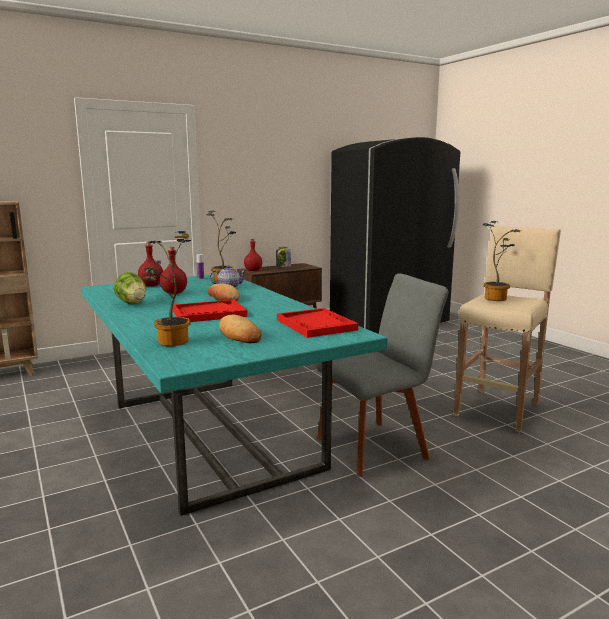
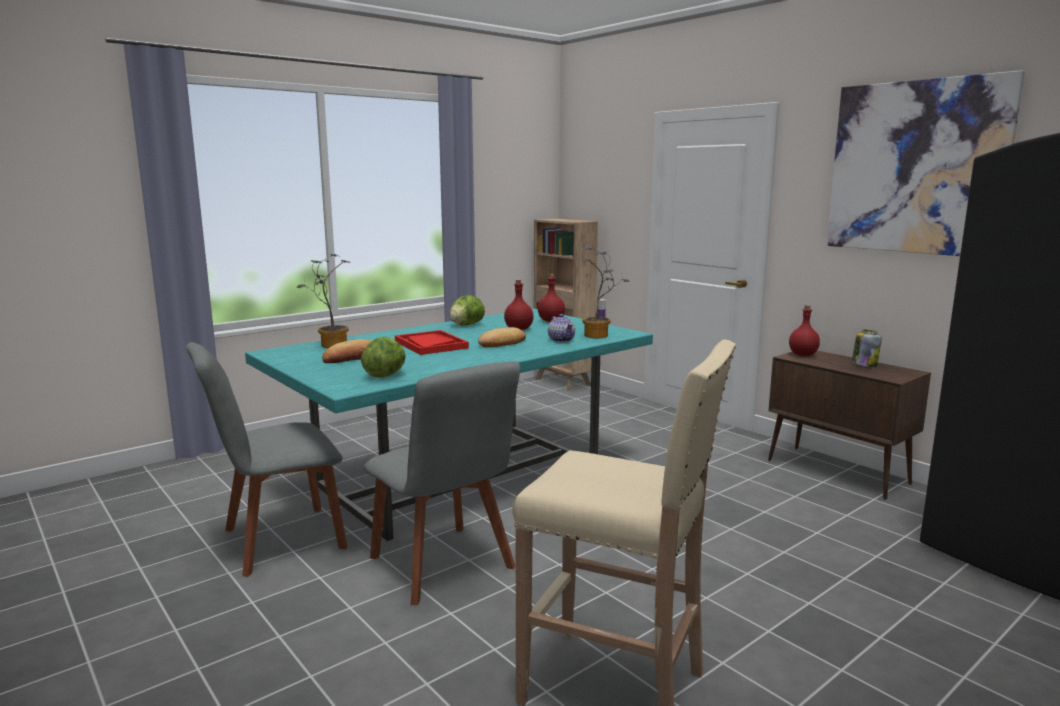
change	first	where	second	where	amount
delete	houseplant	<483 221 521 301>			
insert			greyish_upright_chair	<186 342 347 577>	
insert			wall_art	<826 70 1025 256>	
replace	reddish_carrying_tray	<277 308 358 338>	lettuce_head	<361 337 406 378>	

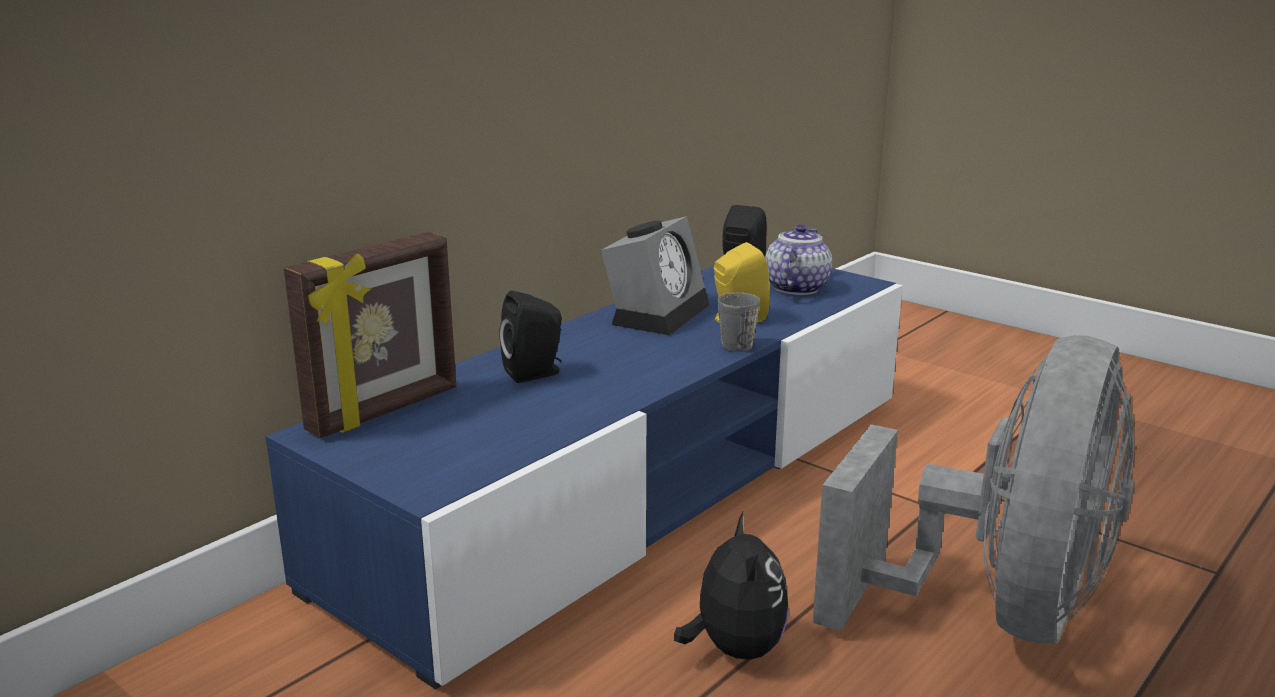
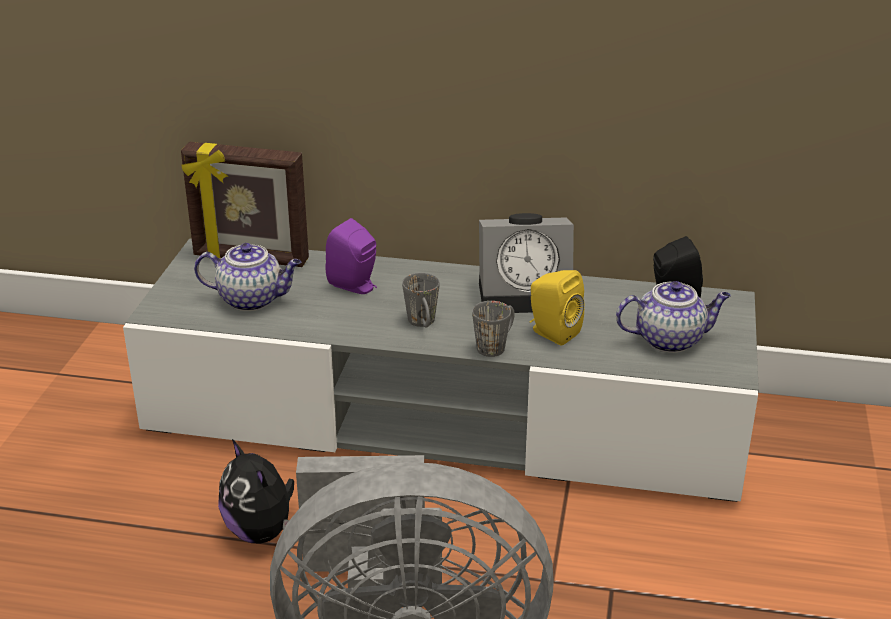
change	first	where	second	where	amount
insert			teapot	<194 243 301 311>	
insert			greyish_coffee_mug	<402 273 440 328>	
recolor	bluish_tv_unit	<266 266 903 690>	greyish_tv_unit	<123 239 759 502>	
recolor	black_loudspeaker	<499 291 562 383>	purple_loudspeaker	<325 218 377 294>	
rotate	soft_toy	<674 512 789 660>		<218 439 294 544>	90 degrees clockwise

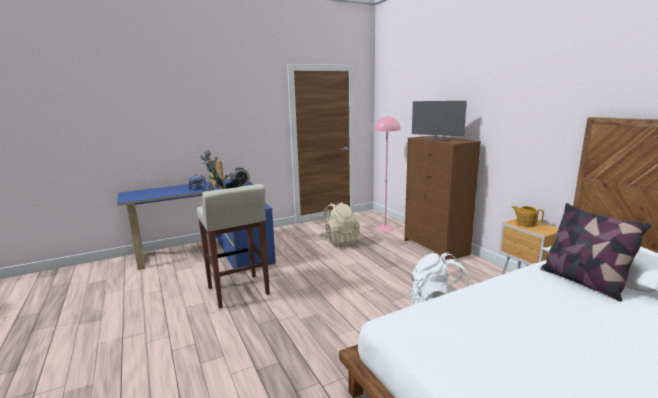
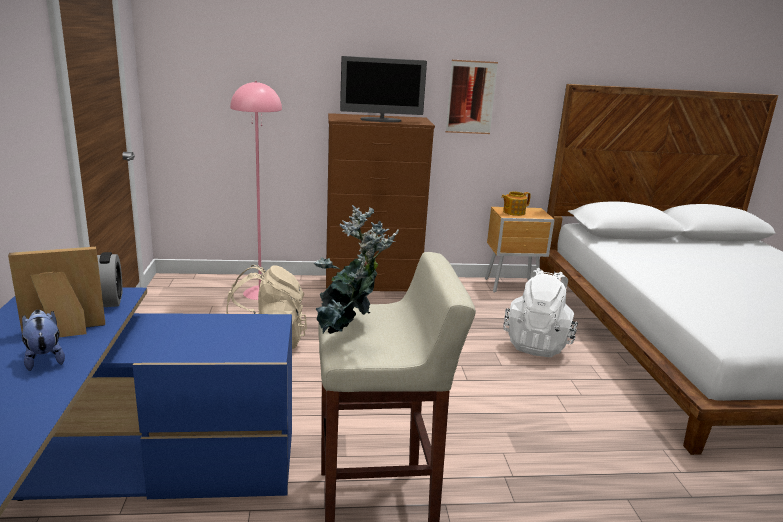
change	first	where	second	where	amount
delete	throw_pillow	<540 203 652 302>			
insert			wall_art	<446 60 498 134>	
rotate	computer_screen	<412 101 467 141>		<340 56 427 122>	150 degrees counterclockwise

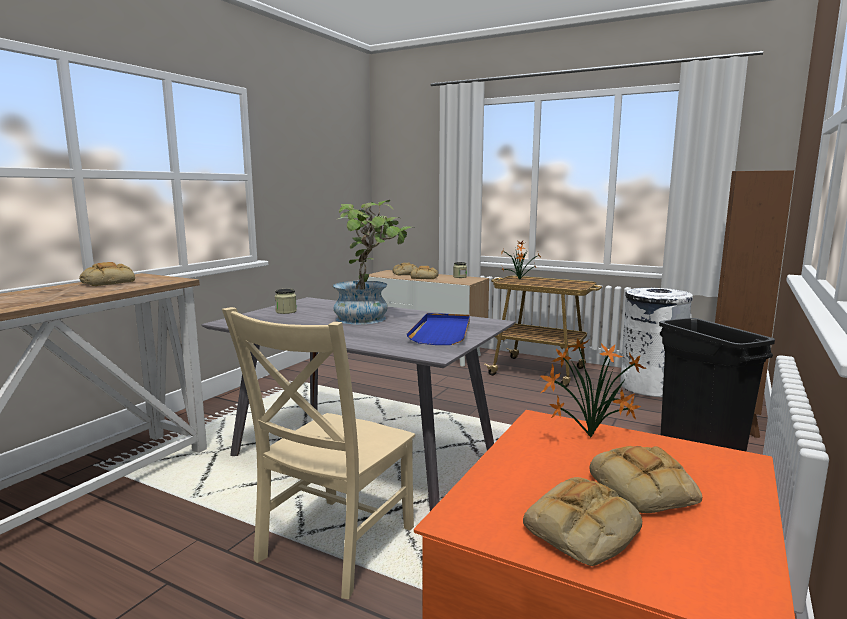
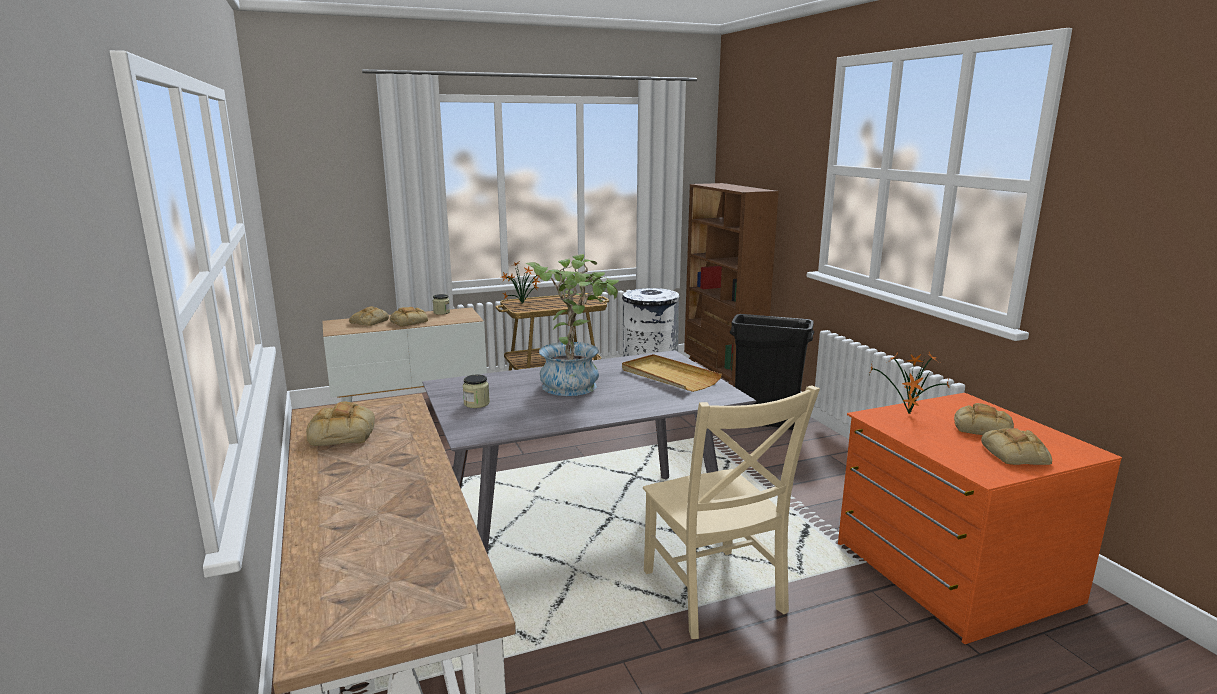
change	first	where	second	where	amount
recolor	bluish_carrying_tray	<407 313 470 345>	beige_carrying_tray	<622 354 722 392>	

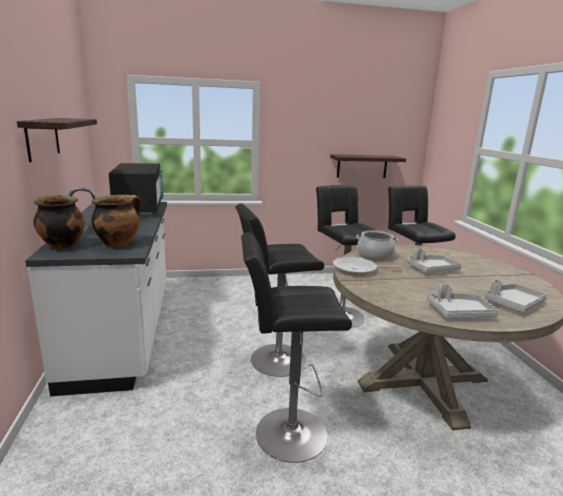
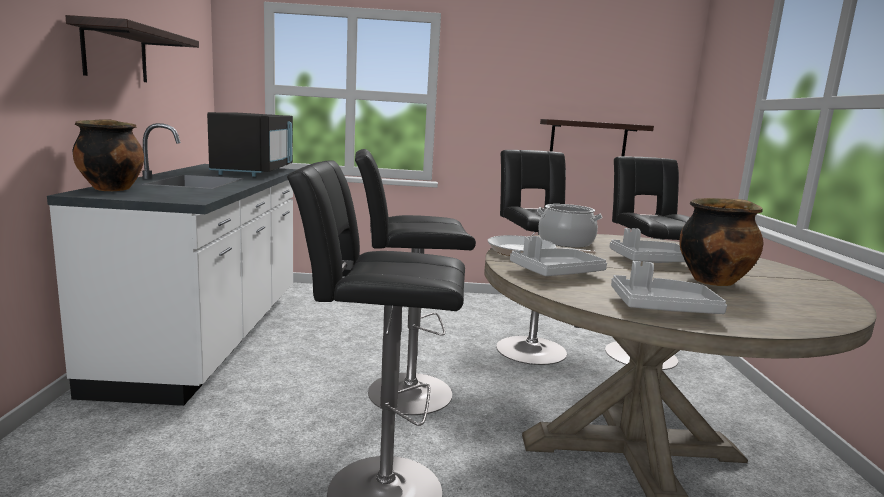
change	first	where	second	where	amount
move	cooking_pot	<91 195 142 247>		<679 198 763 286>	
move	greyish_carrying_tray	<484 279 547 313>		<510 236 607 276>	

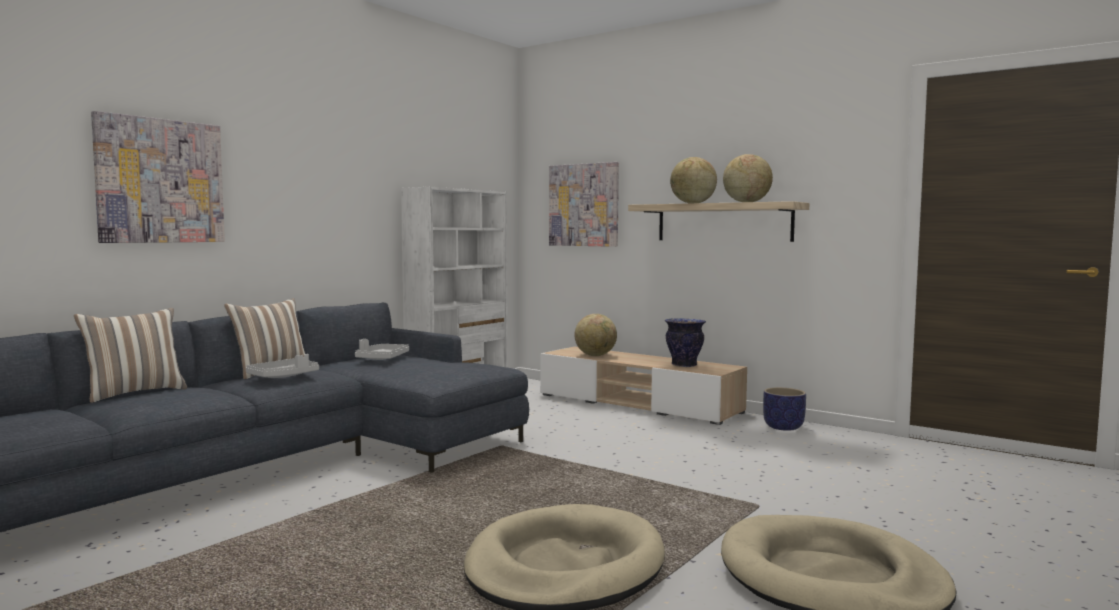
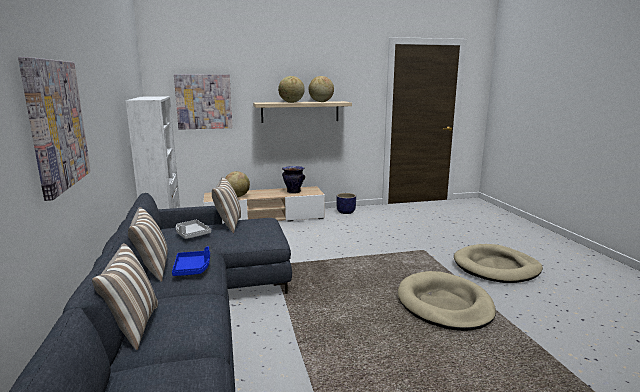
change	first	where	second	where	amount
insert			throw_pillow	<212 177 241 233>	
recolor	greyish_carrying_tray	<246 354 319 378>	bluish_carrying_tray	<172 247 210 276>	

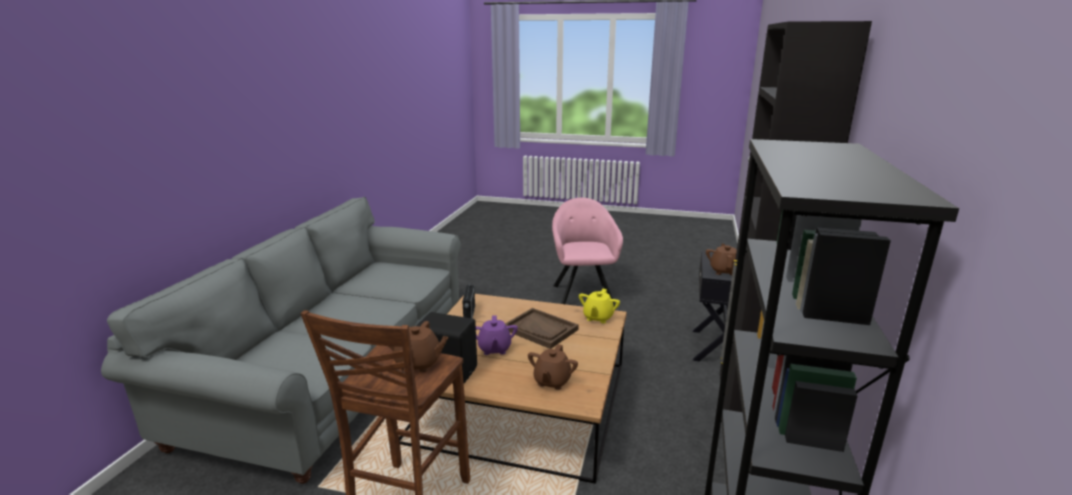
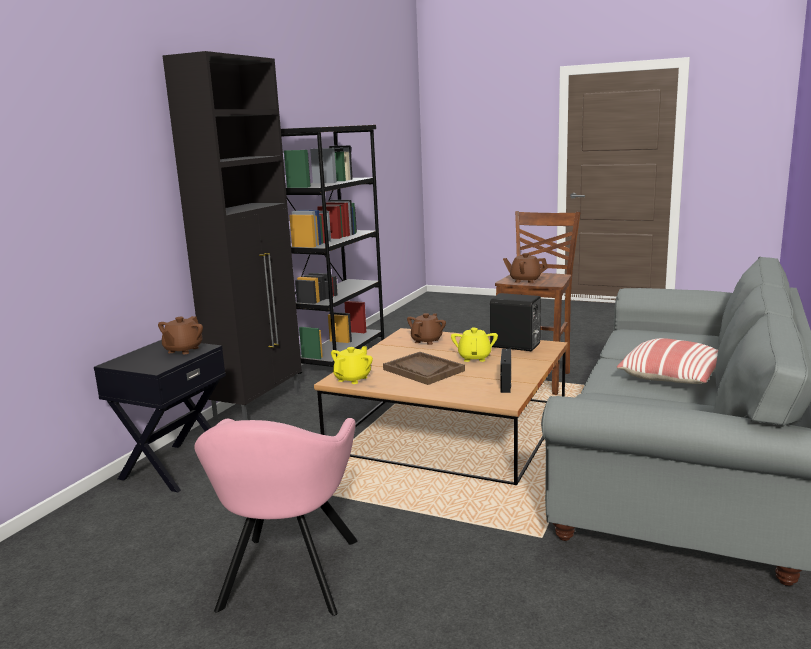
change	first	where	second	where	amount
insert			throw_pillow	<617 338 718 384>	
recolor	purple_teapot	<476 316 518 355>	yellow-coloured_teapot	<451 327 498 362>	

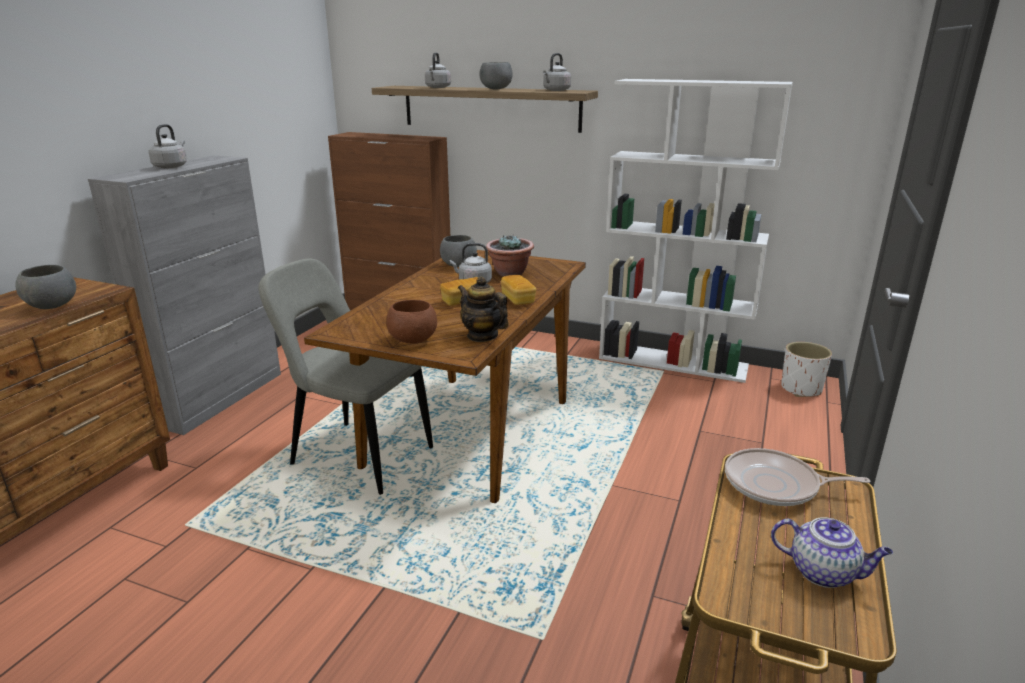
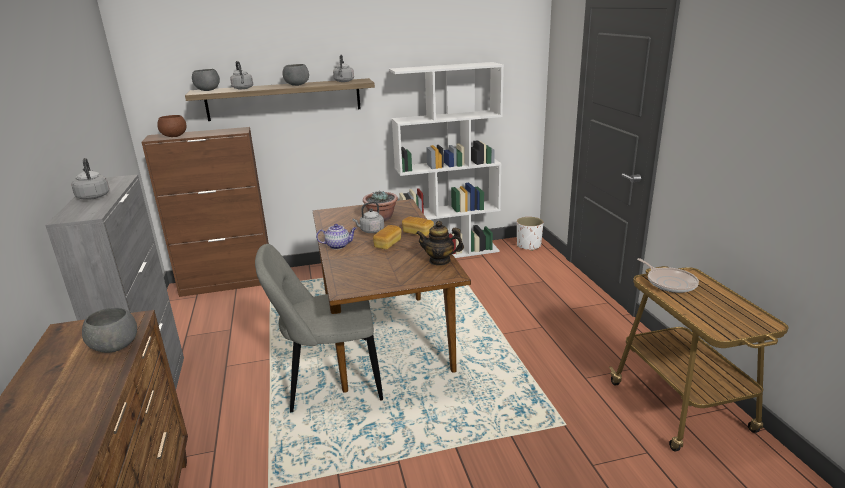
change	first	where	second	where	amount
move	brown_bowl	<386 300 437 344>		<157 115 187 137>	
move	greyish_bowl	<440 235 477 267>		<192 69 220 91>	
move	teapot	<771 517 893 588>		<316 224 357 249>	
rotate	frying_pan	<725 448 870 506>		<637 258 699 293>	90 degrees counterclockwise

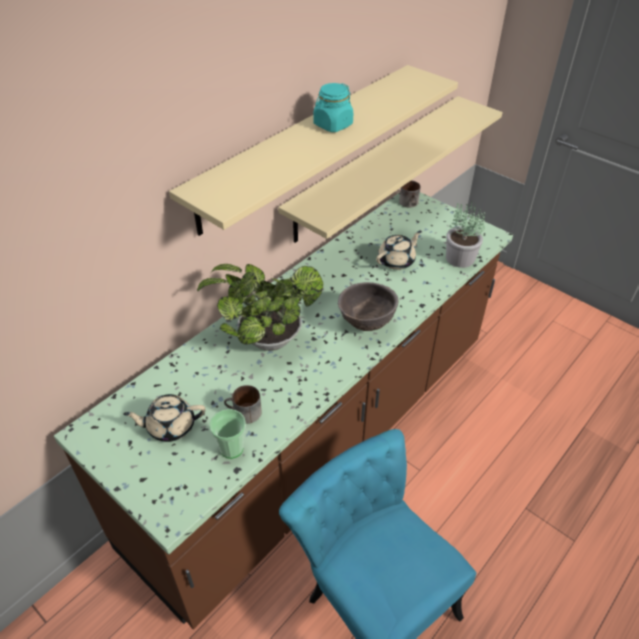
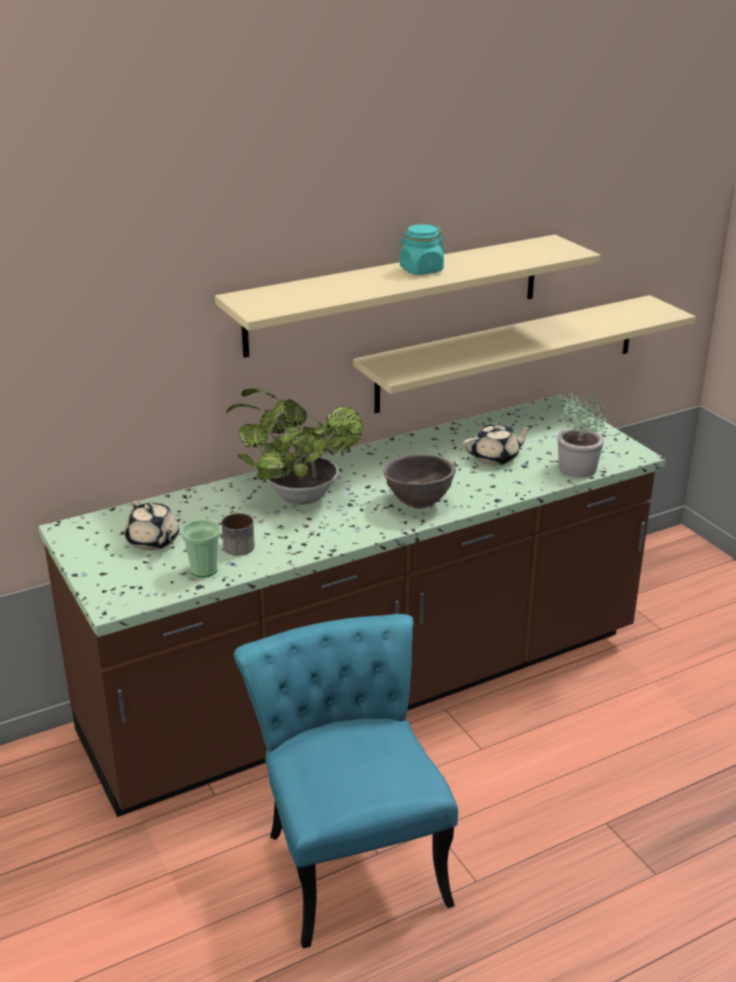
change	first	where	second	where	amount
delete	coffee_mug	<399 181 421 208>			
rotate	beige_teapot	<123 394 205 442>		<125 501 179 551>	135 degrees counterclockwise

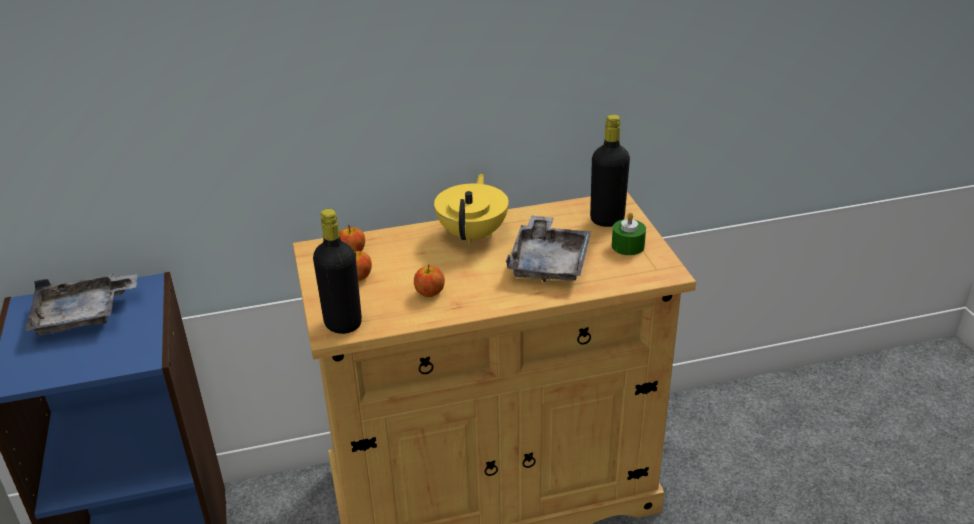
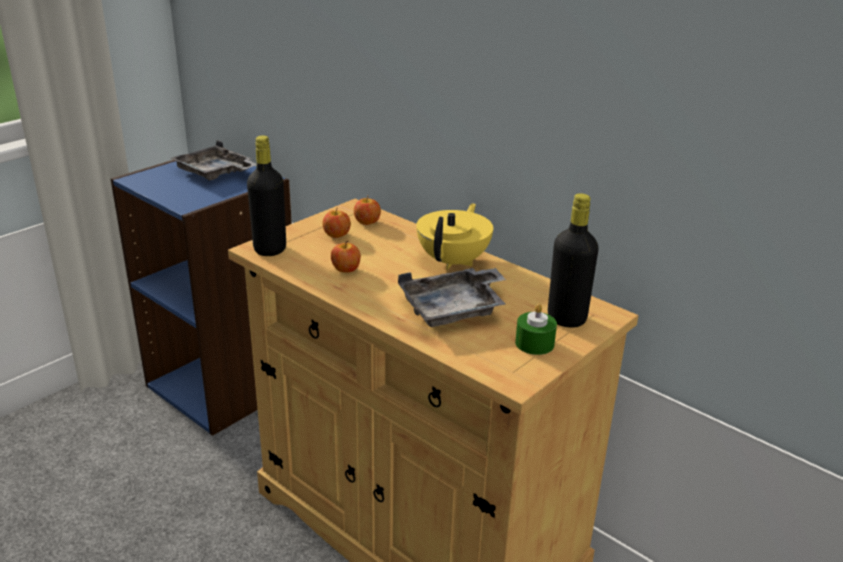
change	first	where	second	where	amount
rotate	yellow-coloured_teapot	<434 174 509 244>		<416 203 493 270>	45 degrees counterclockwise

